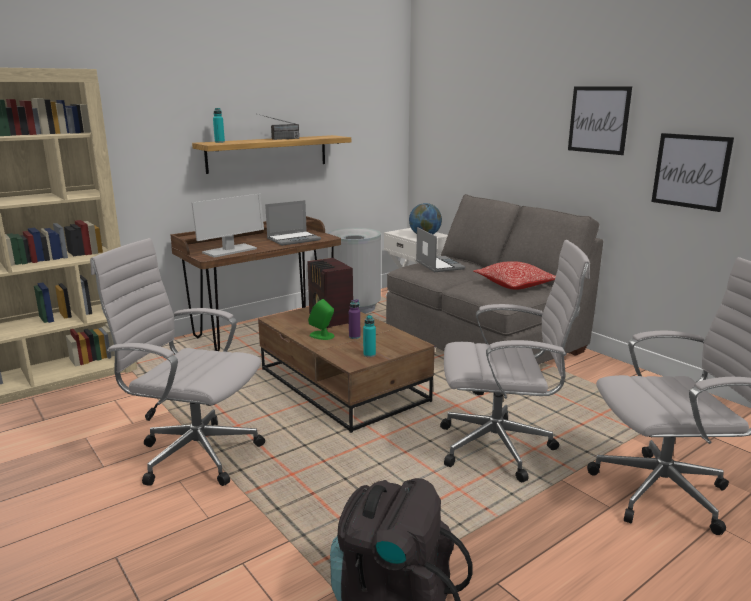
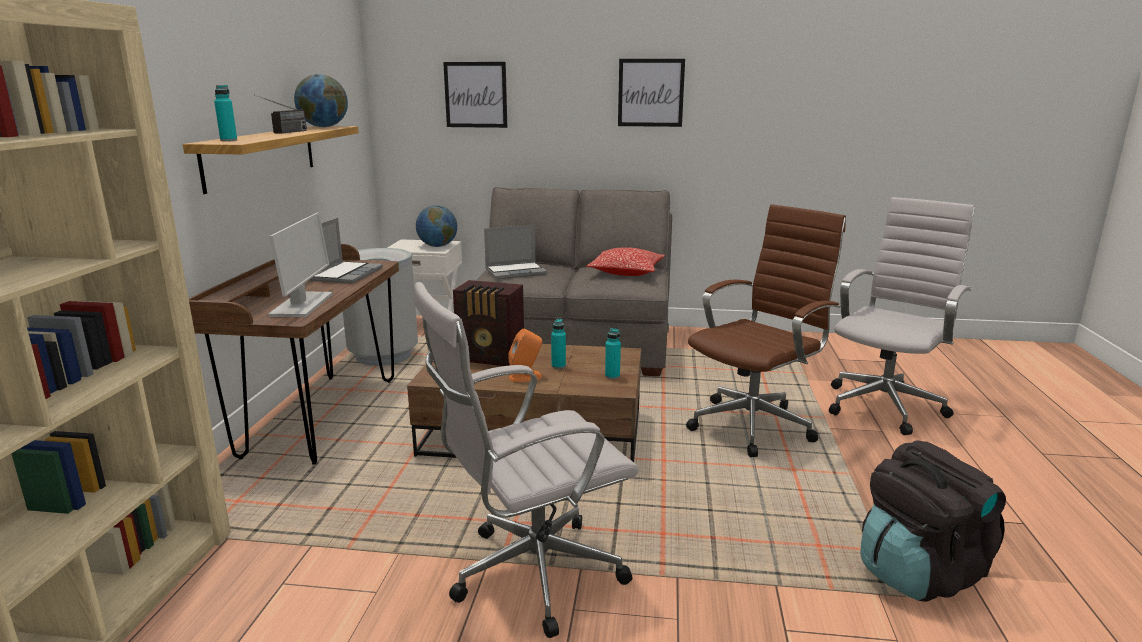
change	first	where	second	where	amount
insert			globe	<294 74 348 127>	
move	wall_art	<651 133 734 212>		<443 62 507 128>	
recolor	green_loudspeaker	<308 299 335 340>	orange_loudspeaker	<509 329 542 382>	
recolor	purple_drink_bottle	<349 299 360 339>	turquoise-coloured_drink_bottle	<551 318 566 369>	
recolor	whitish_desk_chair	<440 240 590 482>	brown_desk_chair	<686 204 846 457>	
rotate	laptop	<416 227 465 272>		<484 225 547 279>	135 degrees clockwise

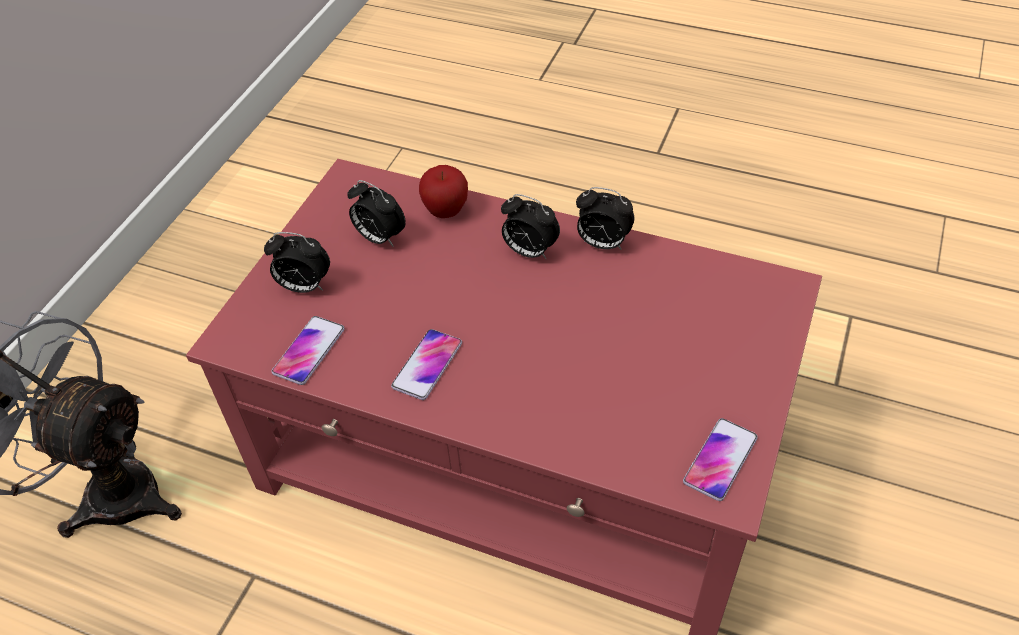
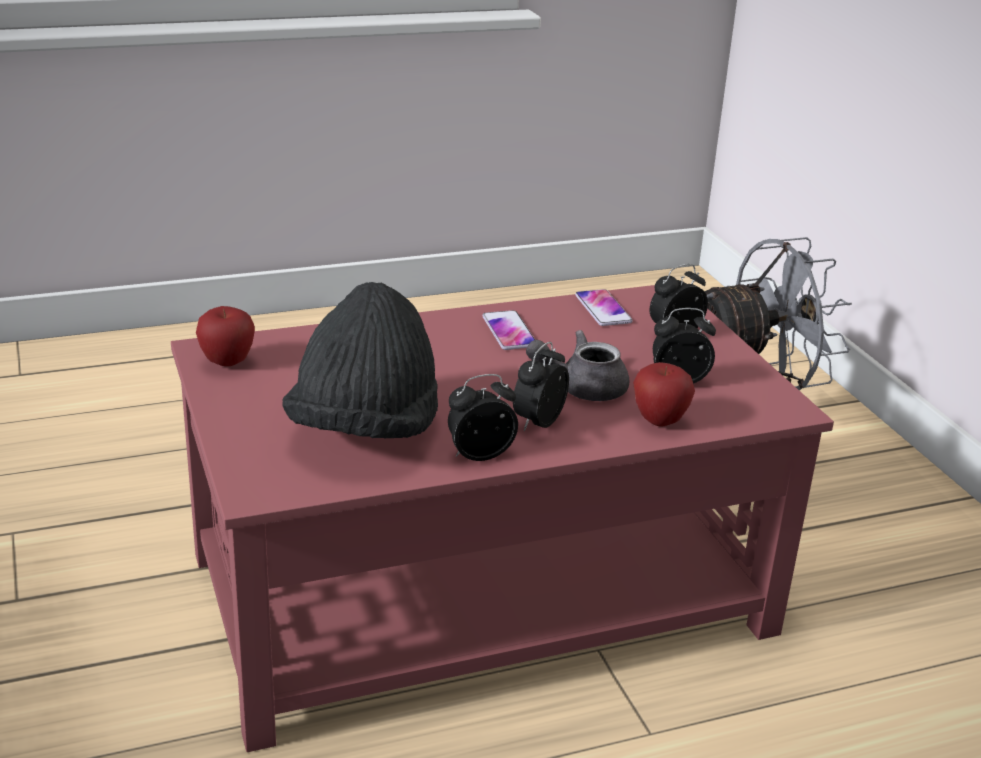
change	first	where	second	where	amount
insert			black_clothing_hat	<282 282 438 439>	
insert			greyish_teapot	<526 330 630 401>	
replace	handset	<683 418 758 501>	whole_apple	<196 306 255 366>	
rotate	alarm_clock	<501 194 560 259>		<513 342 569 431>	45 degrees counterclockwise

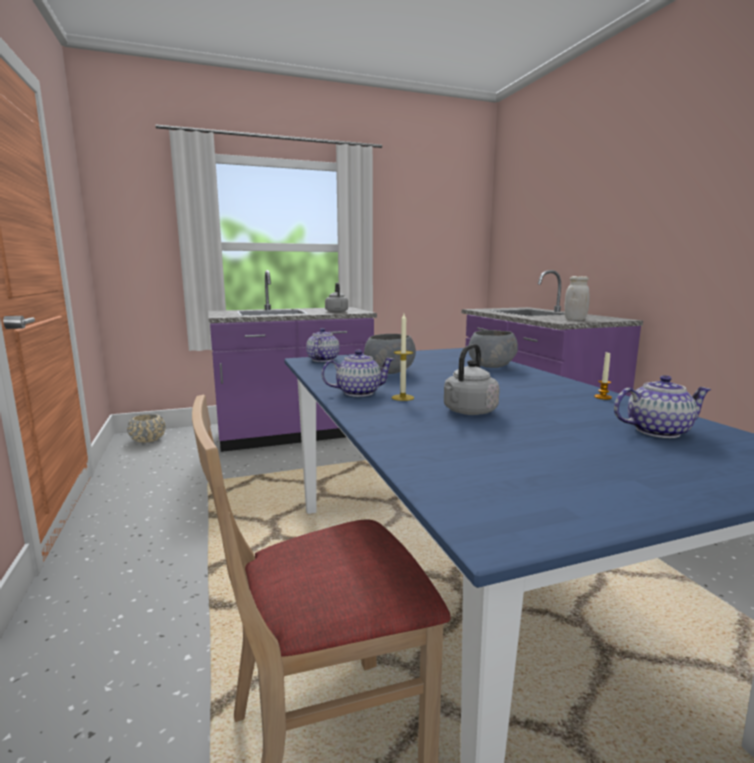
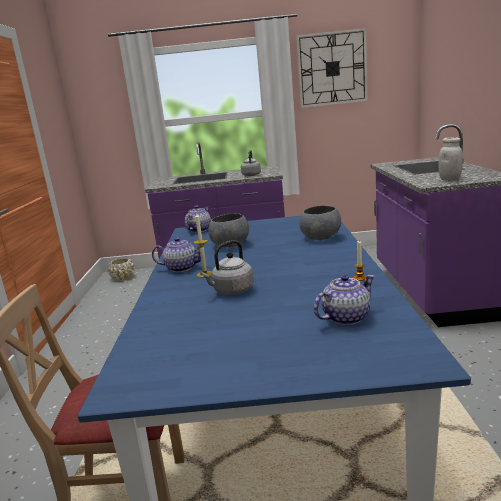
change	first	where	second	where	amount
insert			wall_clock	<296 28 368 108>	
rotate	teapot	<614 375 712 438>		<314 275 375 325>	45 degrees counterclockwise

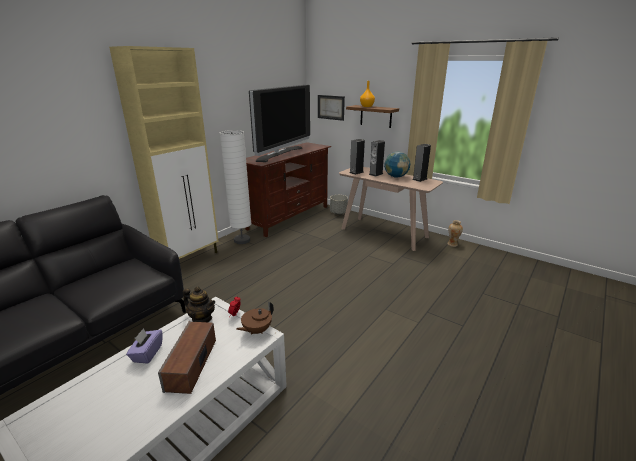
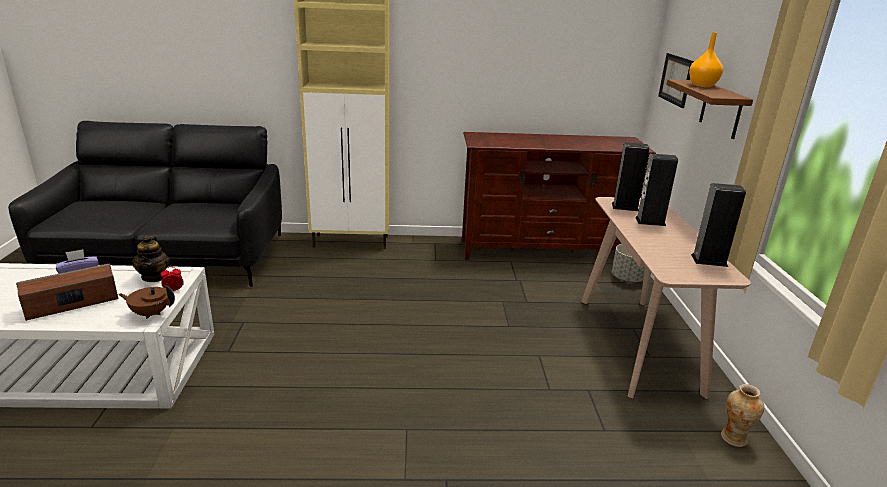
change	first	where	second	where	amount
delete	whitish_standing_lamp	<220 130 251 244>			
delete	television	<249 85 310 162>			
delete	globe	<384 151 411 178>			

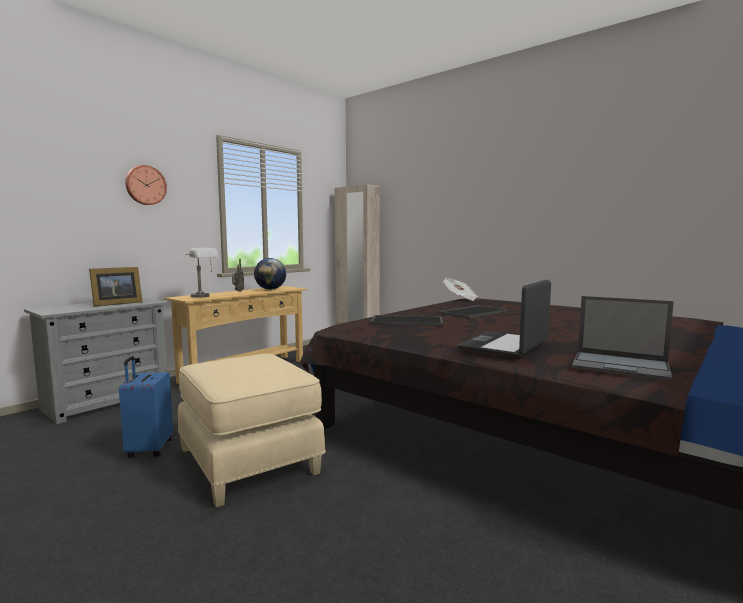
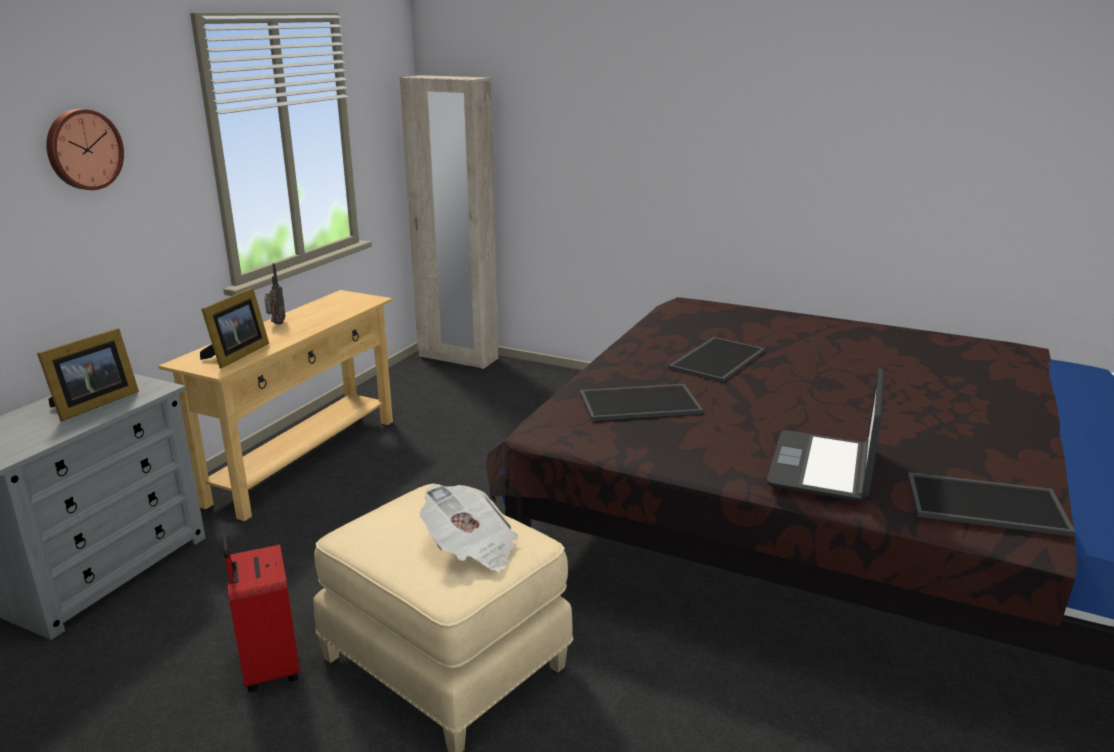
change	first	where	second	where	amount
delete	globe	<254 258 286 290>			
move	daily_paper	<443 277 478 301>		<420 485 518 571>	
replace	greyish_lamp_for_a_table	<184 248 219 298>	standing_frame	<200 288 269 368>	
replace	laptop	<572 296 674 381>	carrying_tray	<907 472 1075 537>	
recolor	bluish_suitcase	<119 356 173 458>	reddish_suitcase	<223 535 300 692>	

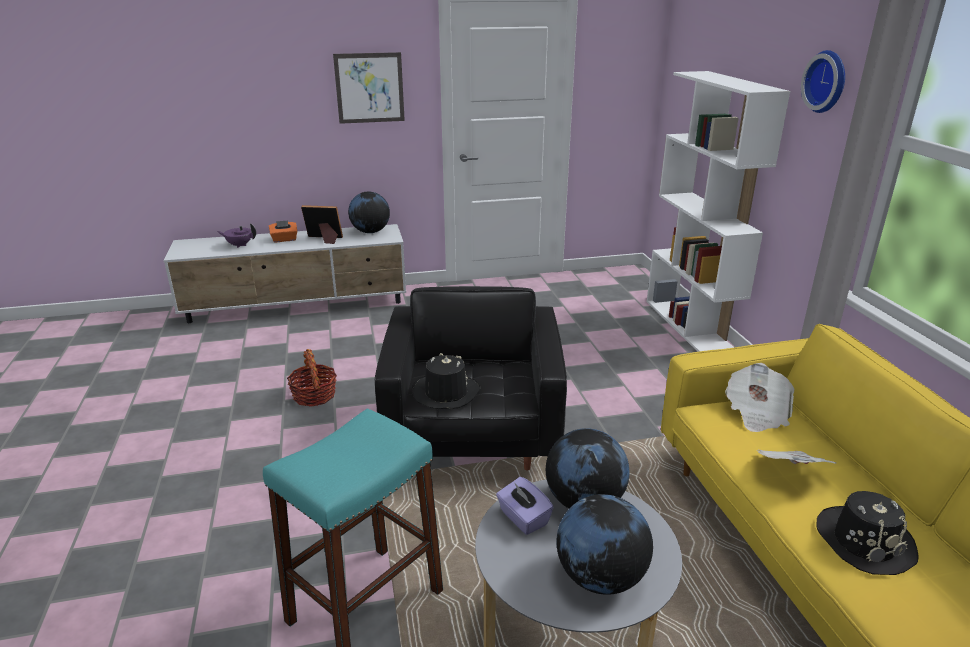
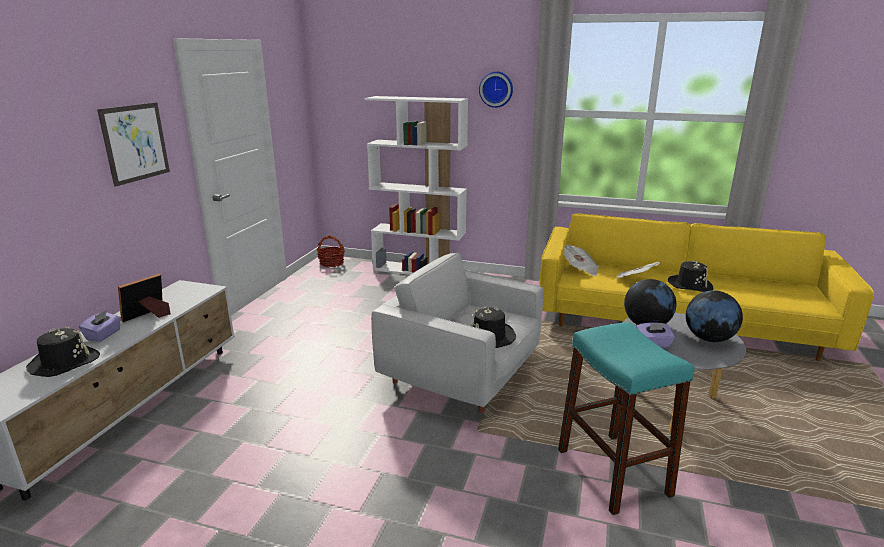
change	first	where	second	where	amount
delete	globe	<348 191 390 233>			
move	household_basket	<287 349 337 407>		<317 236 345 267>	
replace	purple_teapot	<217 223 256 248>	black_clothing_hat	<26 326 100 377>	
recolor	orange_tissue_box	<269 220 297 242>	purple_tissue_box	<79 310 121 342>	
recolor	black_armchair	<375 286 567 470>	whitish_armchair	<371 253 543 413>	

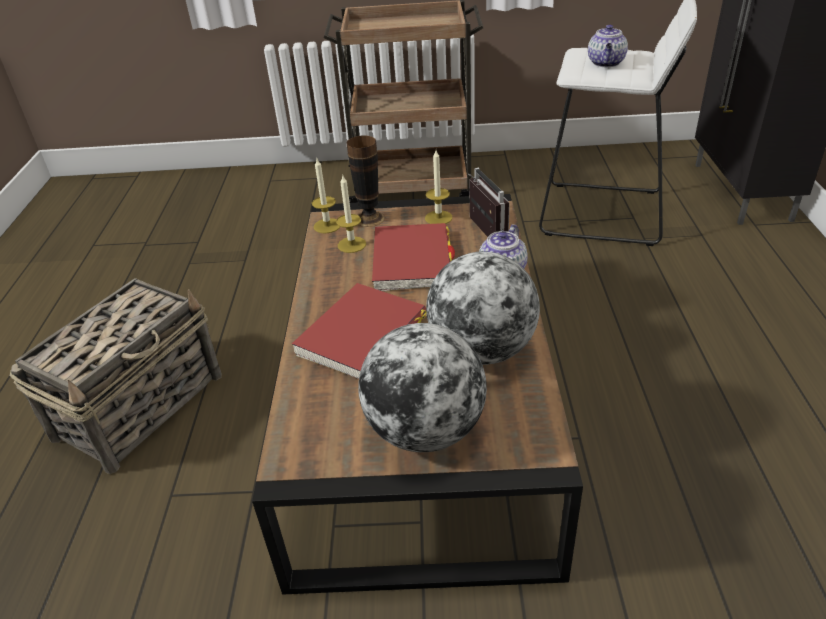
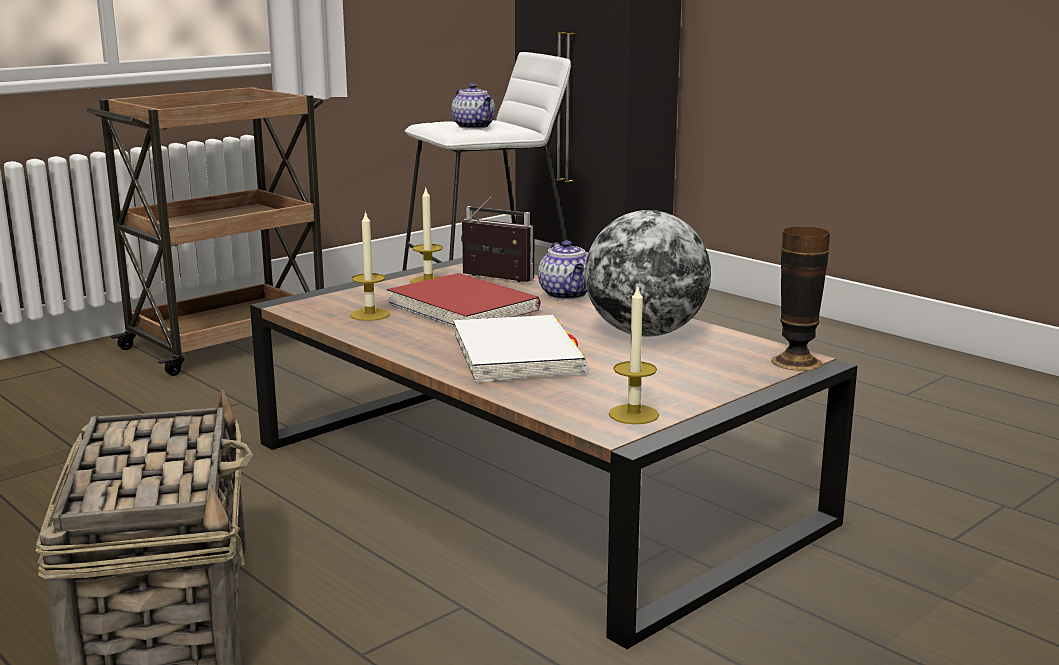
change	first	where	second	where	amount
delete	globe	<358 323 487 452>			
move	wax_candle	<312 159 340 234>		<609 285 659 424>	
move	decorative_vase	<346 135 385 227>		<771 226 830 371>	
recolor	reddish_bound_book	<292 283 426 379>	whitish_bound_book	<453 315 587 384>	

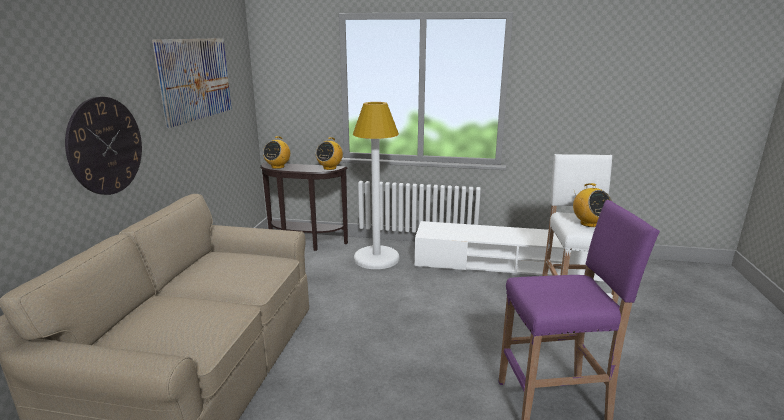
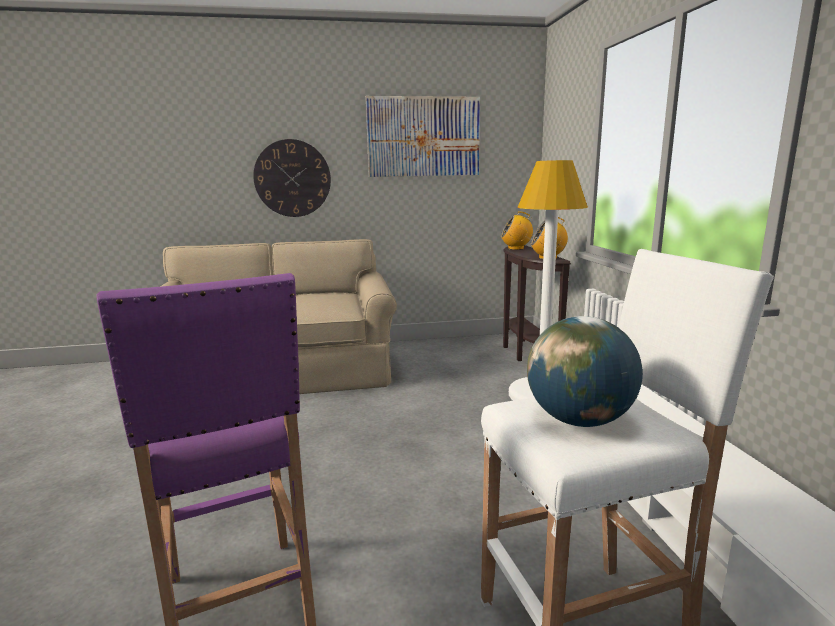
change	first	where	second	where	amount
replace	radio_set	<573 183 612 227>	globe	<527 316 643 427>	

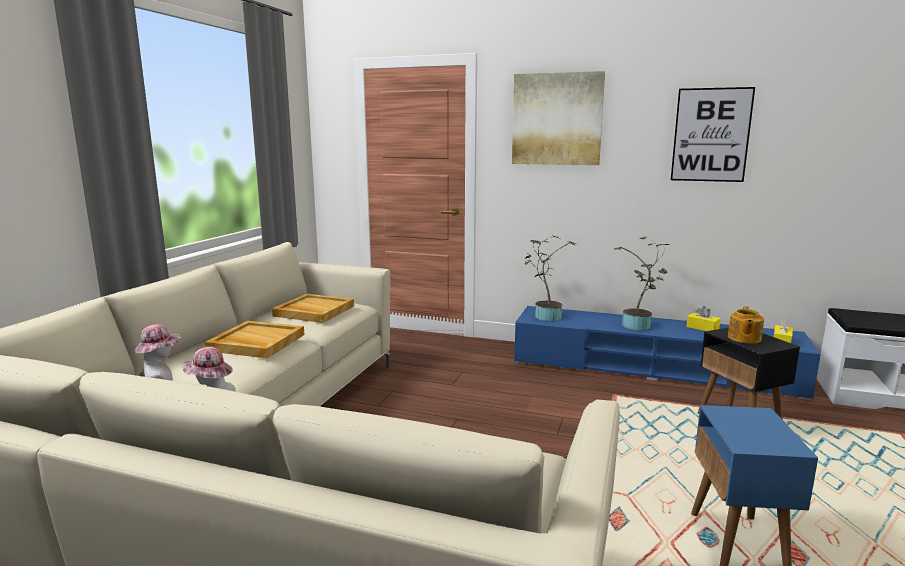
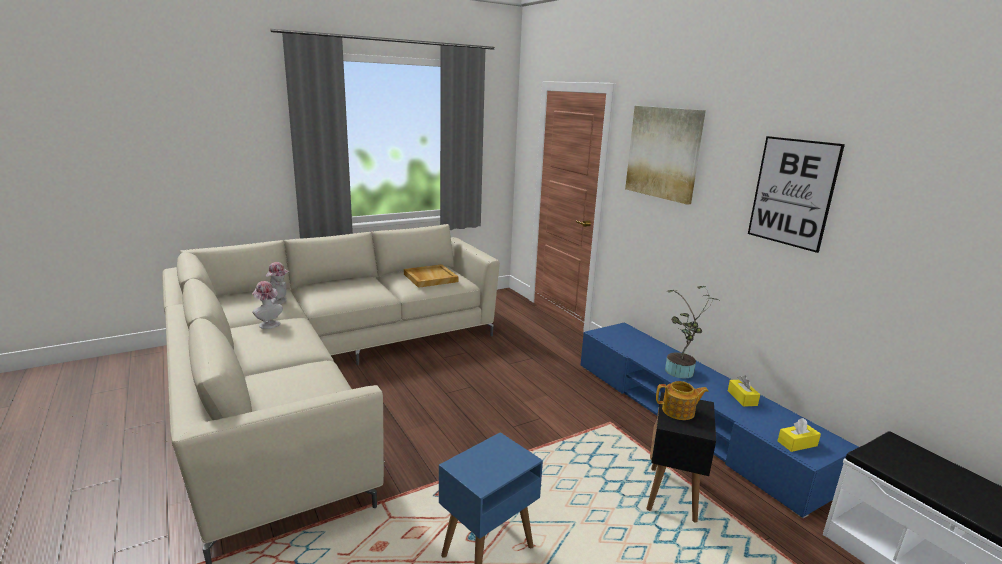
change	first	where	second	where	amount
delete	beige_carrying_tray	<205 321 304 358>			
delete	houseplant	<524 236 575 321>			
rotate	teapot	<728 306 764 343>		<656 381 709 420>	150 degrees counterclockwise

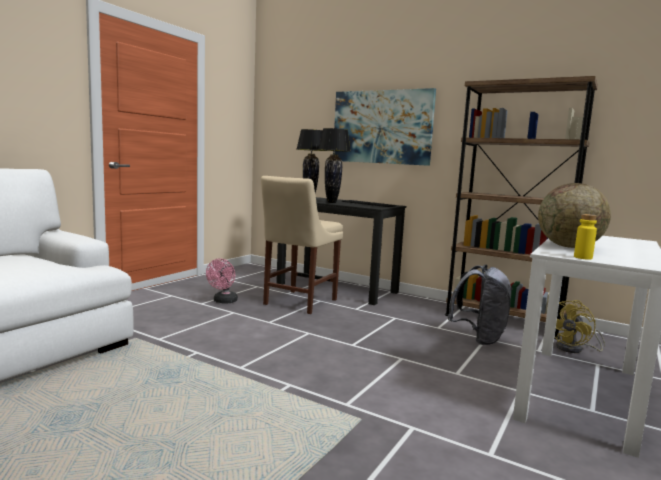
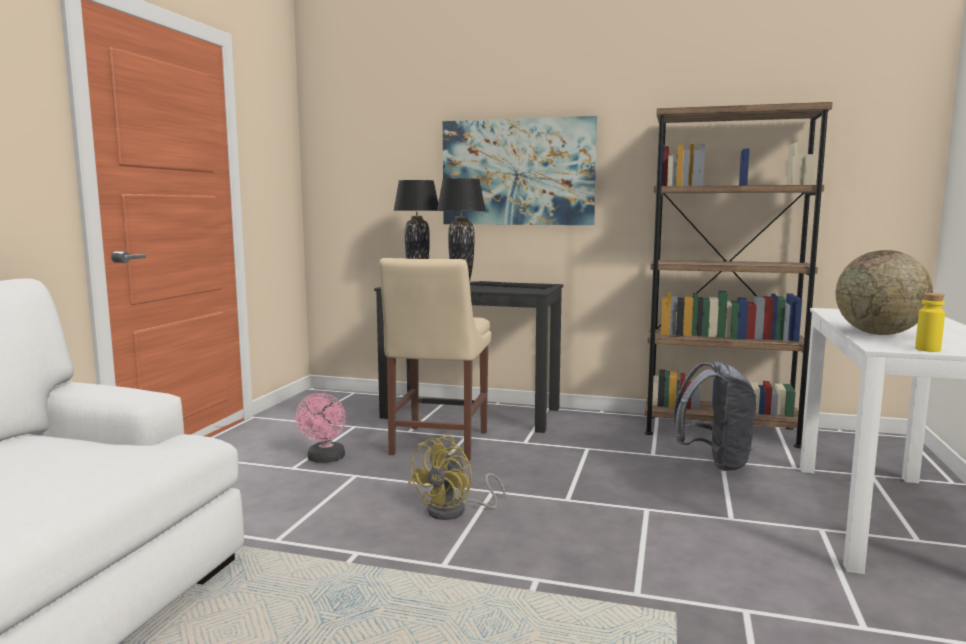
change	first	where	second	where	amount
move	yellow-coloured_fan	<555 300 605 353>		<408 435 505 520>	

